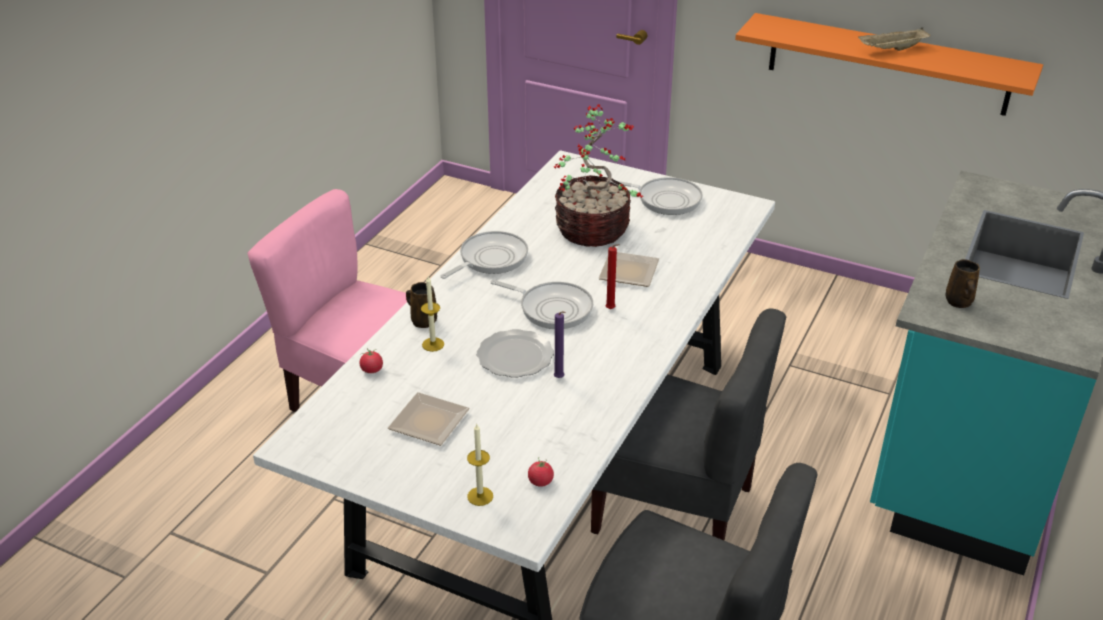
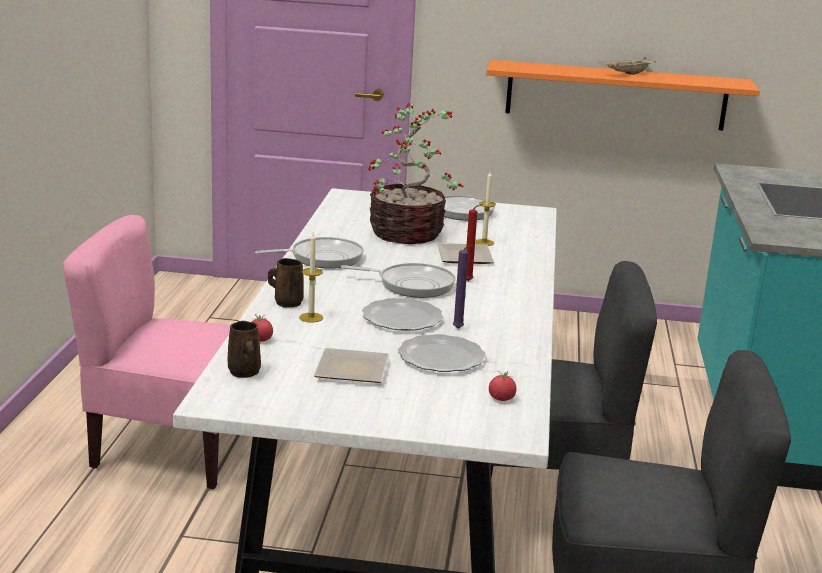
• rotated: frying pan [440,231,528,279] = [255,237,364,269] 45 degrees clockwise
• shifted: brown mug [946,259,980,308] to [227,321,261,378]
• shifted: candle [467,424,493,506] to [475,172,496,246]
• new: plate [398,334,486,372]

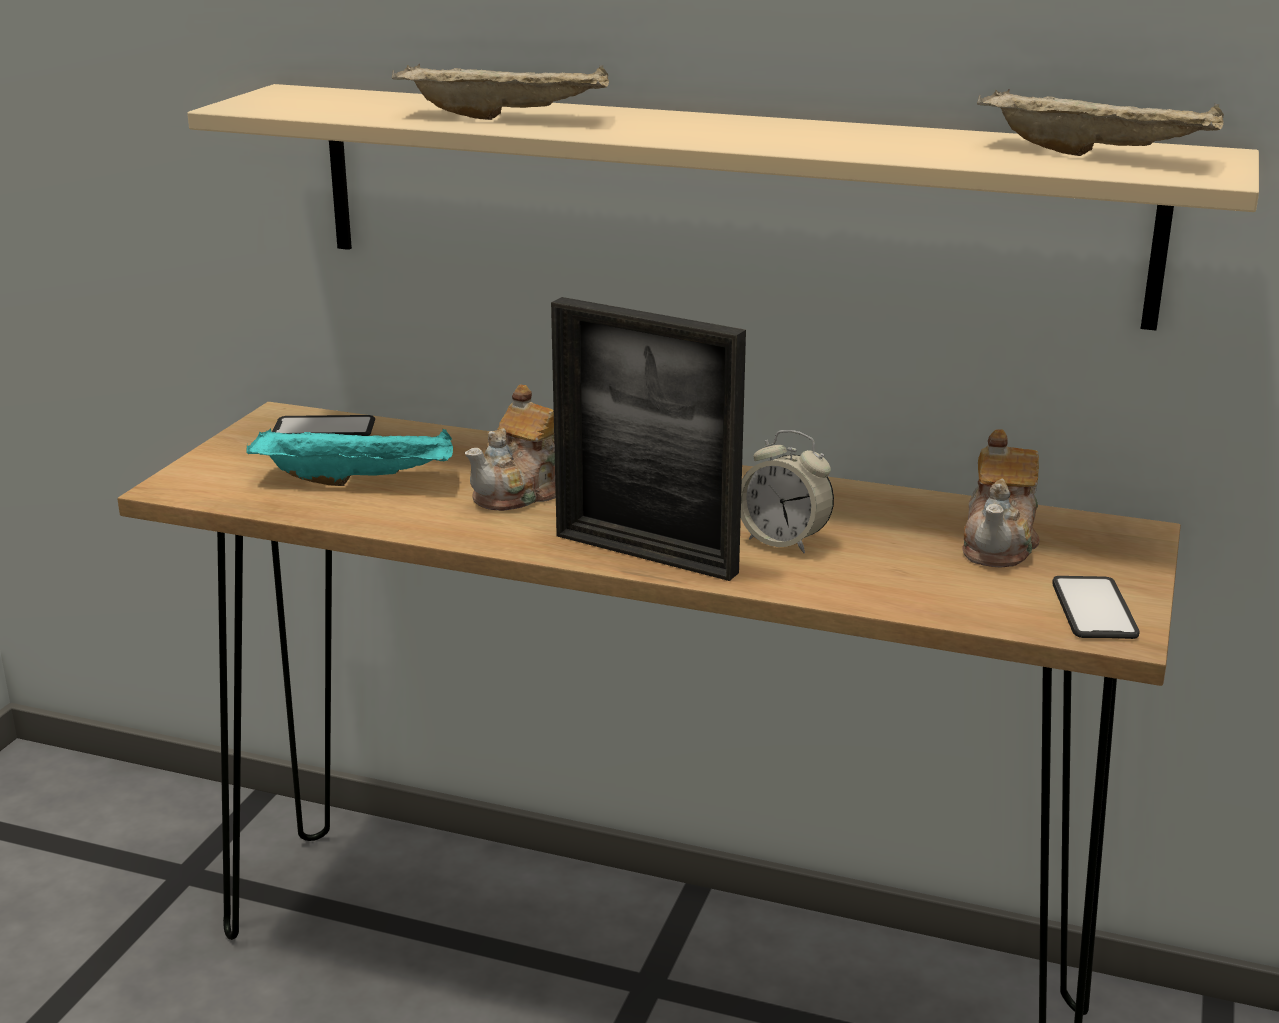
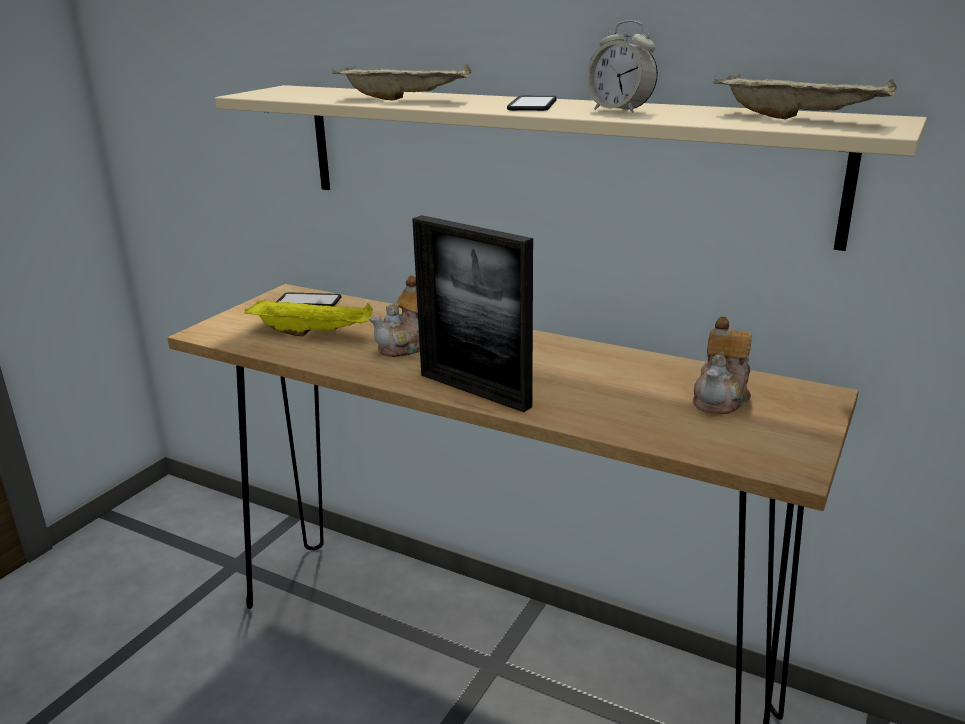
• repainted: turquoise tray [246,428,453,486] to yellow tray [244,299,373,337]
• shifted: alarm clock [741,430,834,553] to [586,20,658,113]
• shifted: phone [1052,576,1139,639] to [507,96,557,111]

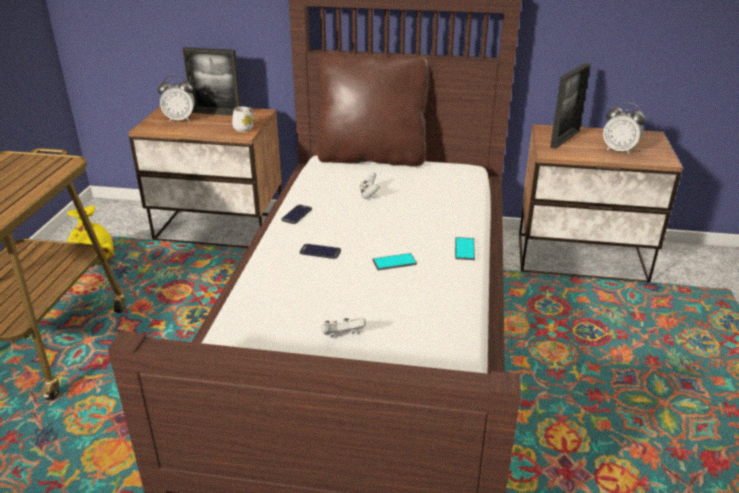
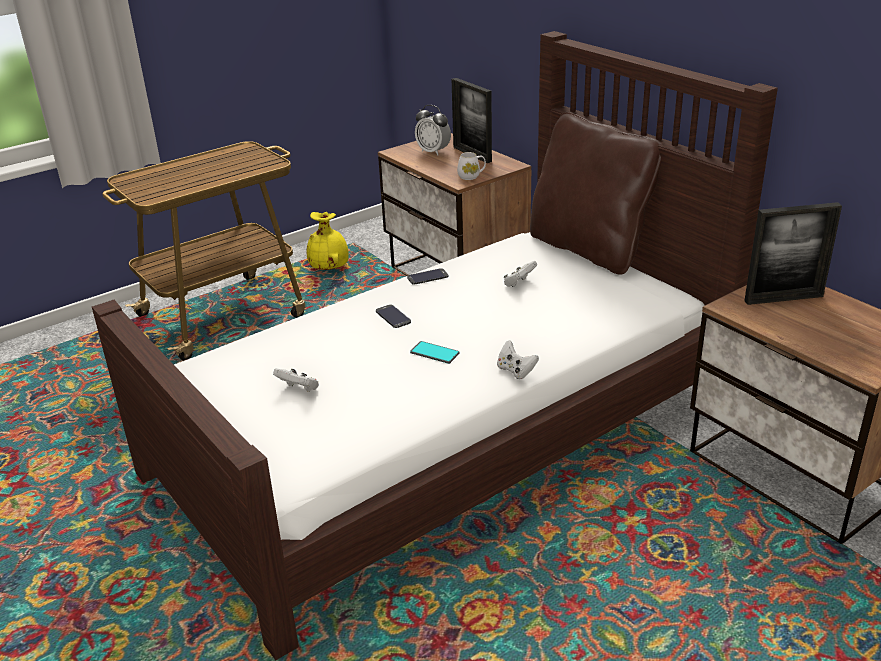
• gone: alarm clock [603,102,646,155]
• swapped: phone [455,237,475,260] to white game controller [497,340,539,379]

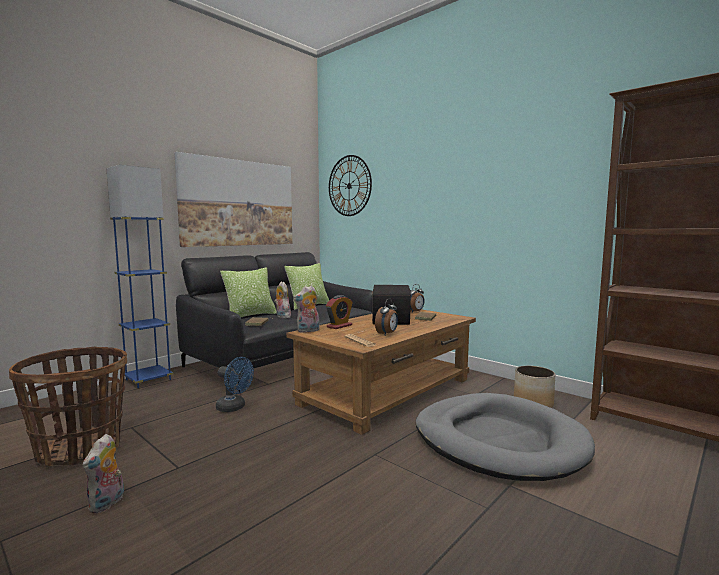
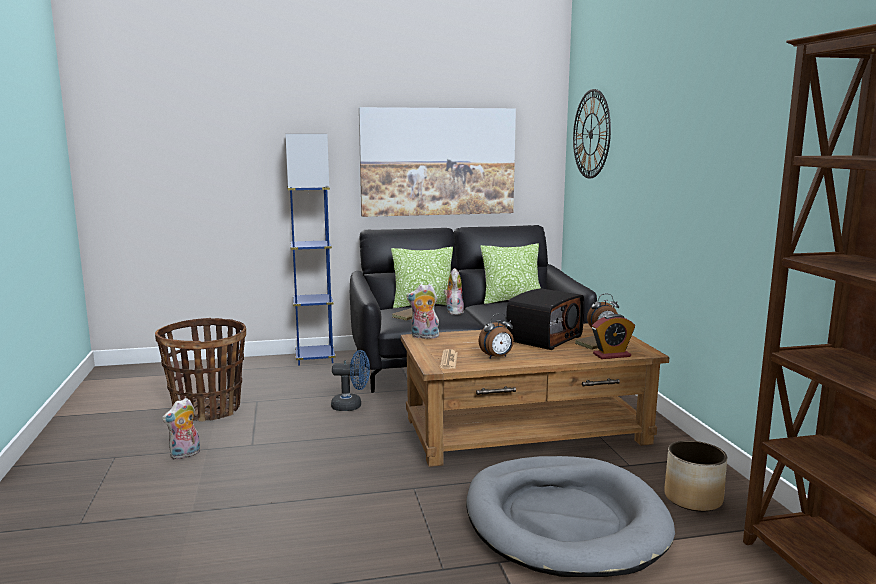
• shifted: alarm clock [326,295,353,329] to [592,314,635,359]
• rotated: blue fan [216,357,254,412] = [331,350,370,411] 60 degrees counterclockwise

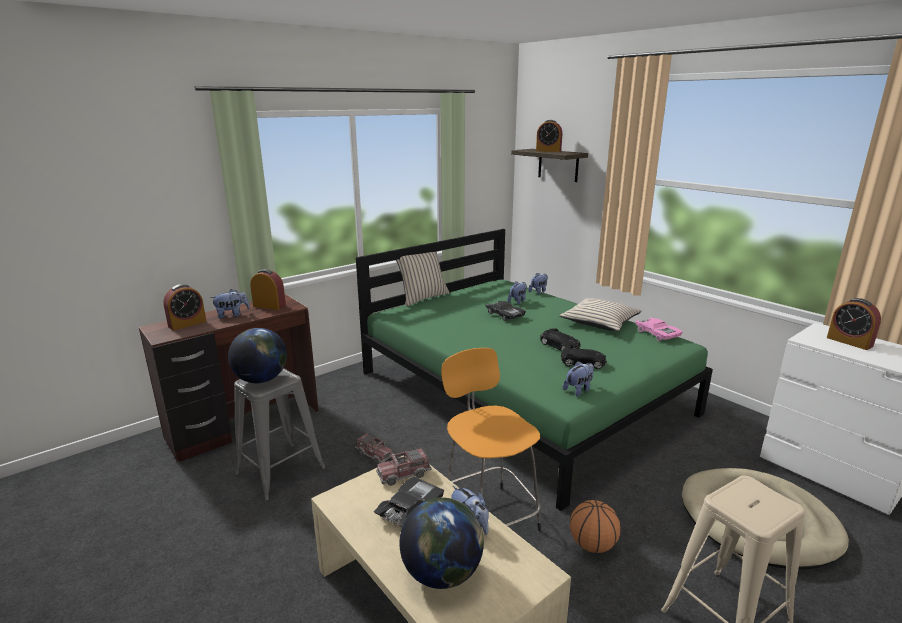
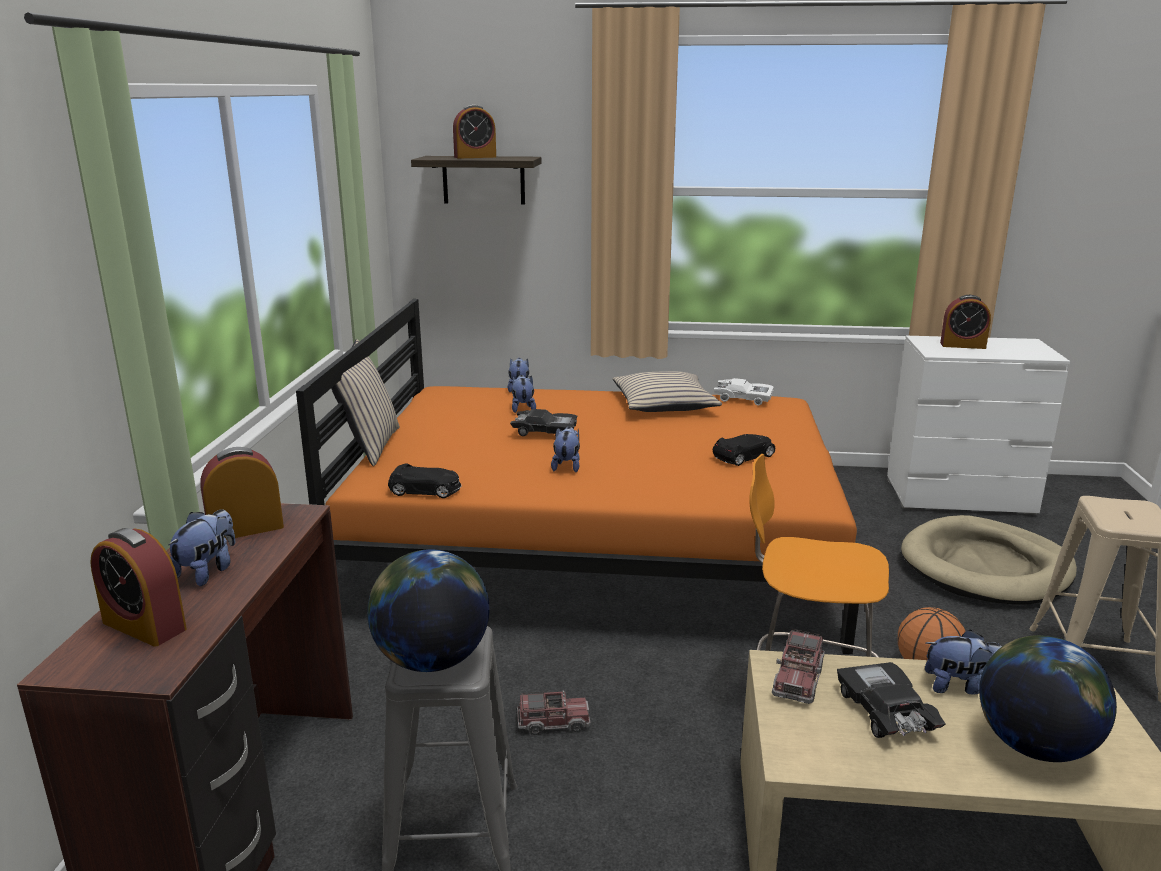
• repainted: green bed [356,229,713,511] to orange bed [296,299,859,654]
• rotated: alarm clock [163,284,207,331] = [90,528,187,647] 120 degrees clockwise
• repainted: pink toy car [635,318,683,341] to white toy car [713,378,774,405]
• shifted: black toy car [540,328,581,351] to [388,463,462,498]
• shifted: plush toy [563,361,594,396] to [551,426,580,472]

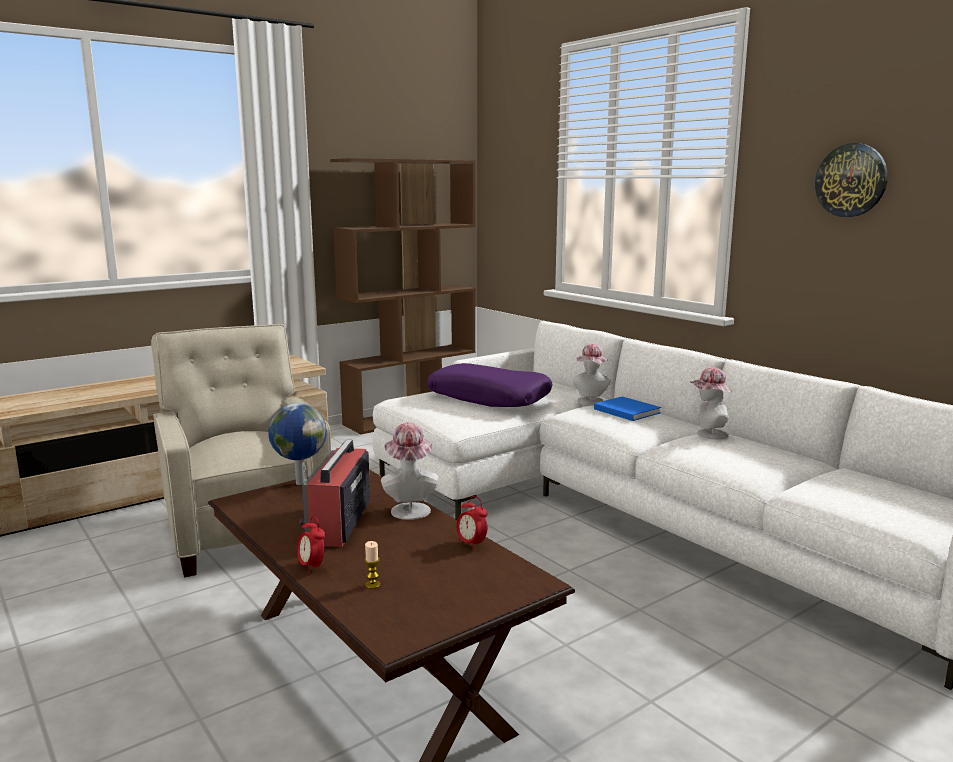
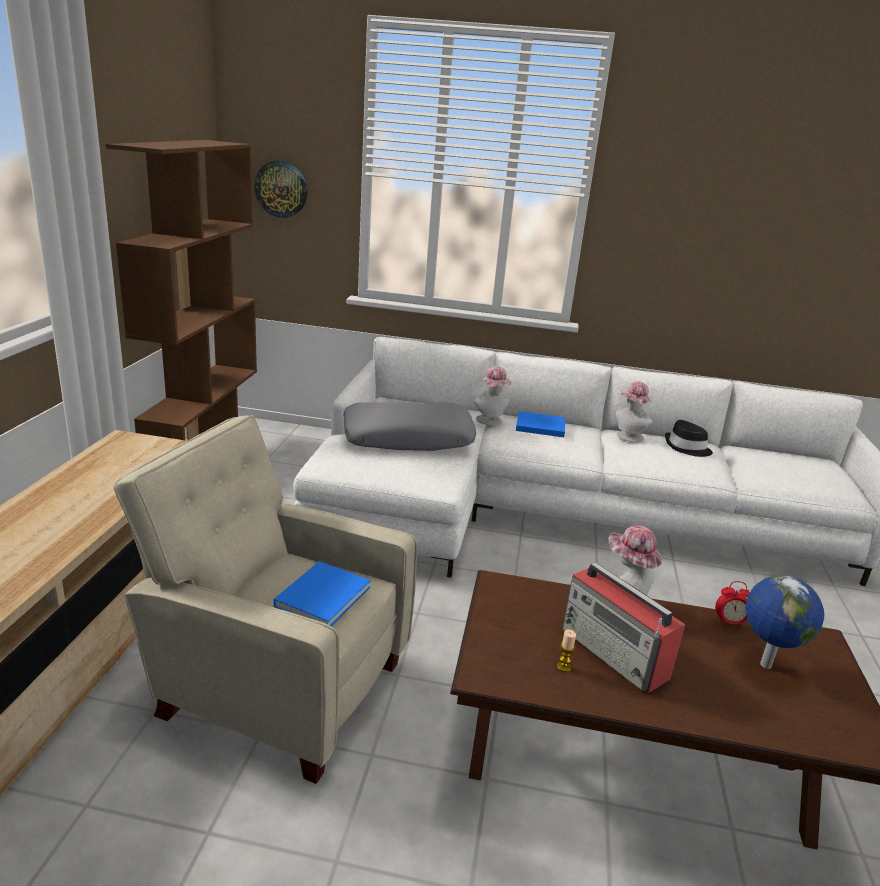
• shifted: wall clock [815,143,888,217] to [254,160,307,218]
• repainted: purple pillow [427,363,553,407] to grey pillow [343,402,476,451]
• shifted: globe [268,403,327,485] to [746,575,824,669]
• gone: alarm clock [297,516,325,574]
• shifted: candle [364,541,381,589] to [557,629,576,672]
• new: black hat [665,420,713,457]
• new: blue book [274,561,371,626]

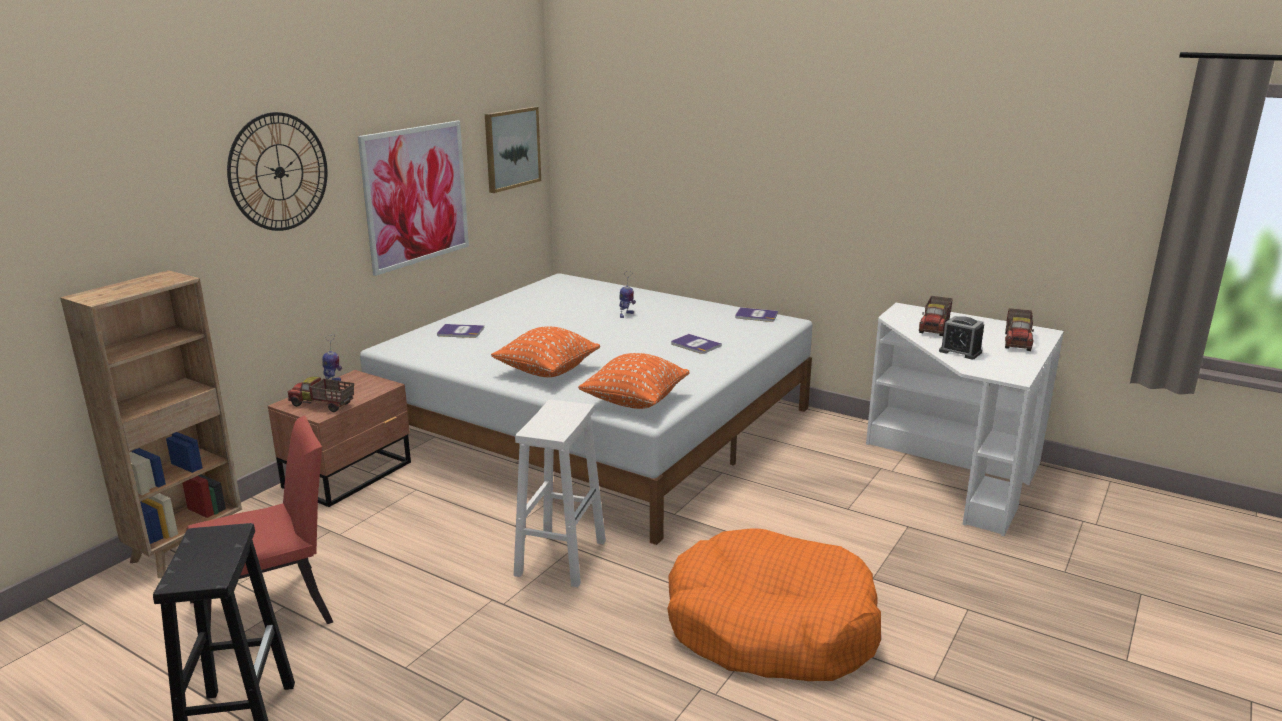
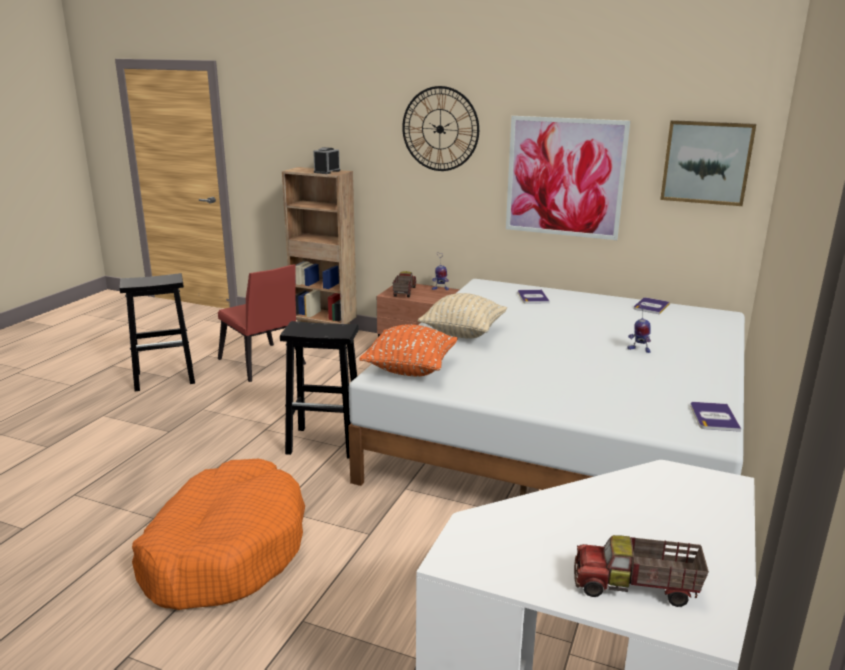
• gone: toy truck [919,296,953,336]
• shifted: alarm clock [939,316,984,359] to [313,147,340,174]
• repainted: orange pillow [491,326,600,377] to beige pillow [418,293,507,339]
• shifted: book [671,334,722,354] to [634,298,670,314]
• repainted: white stool [514,400,606,587] to black stool [280,321,359,459]

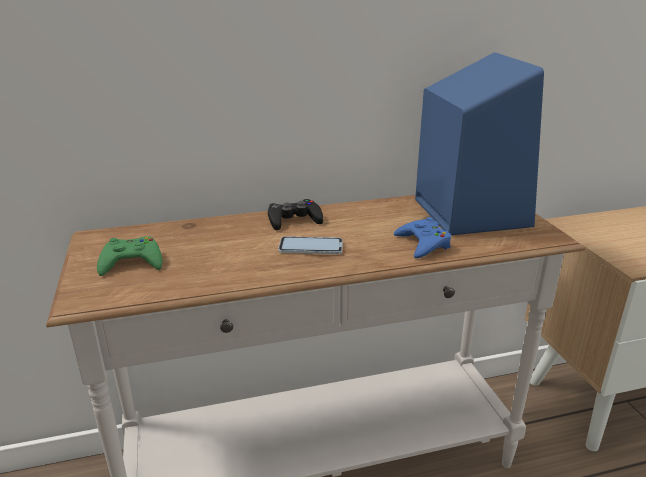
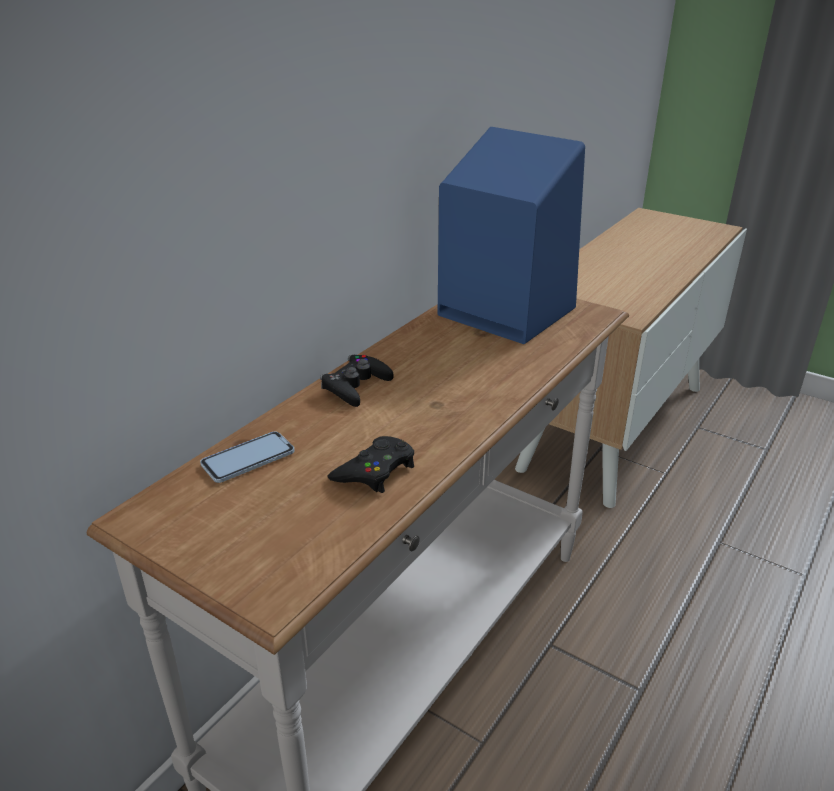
• gone: blue game controller [394,217,451,258]
• gone: green game controller [97,236,163,276]
• shifted: phone [278,237,343,254] to [200,432,295,483]
• new: black game controller [328,436,414,493]

